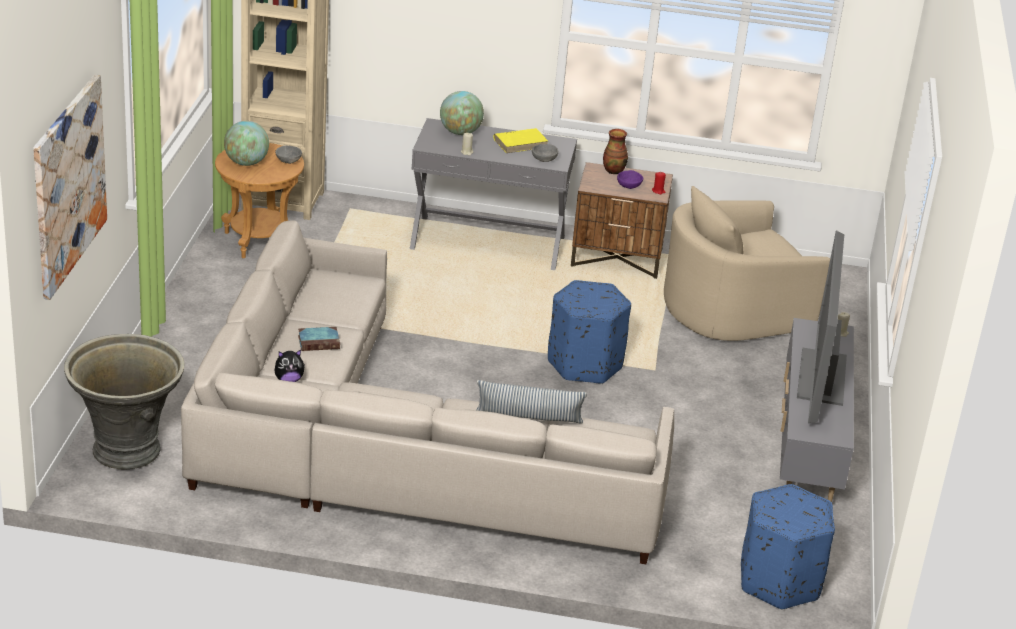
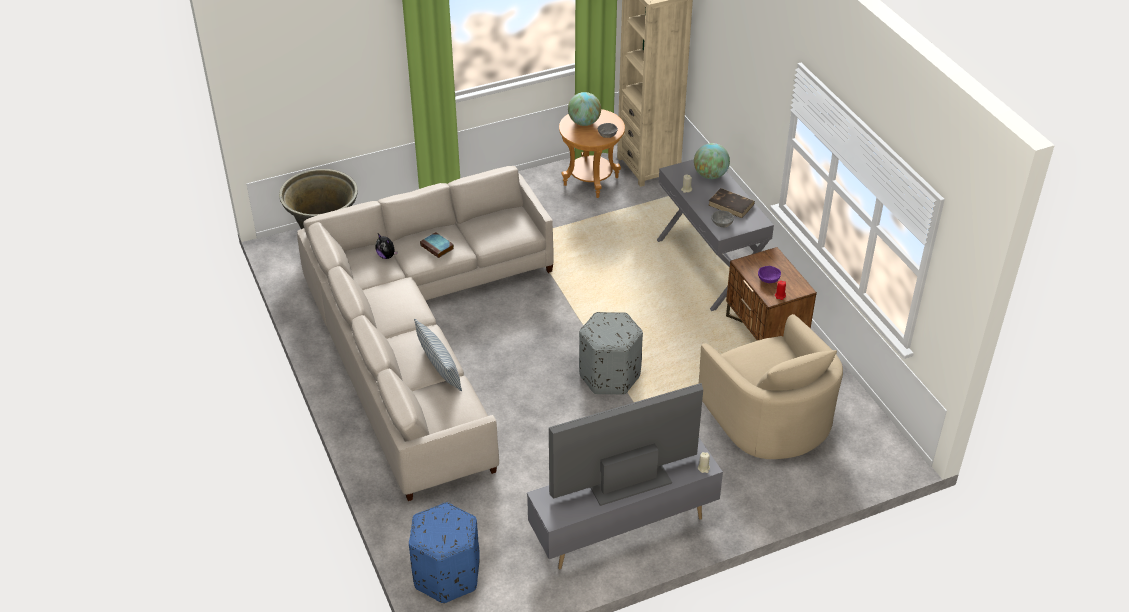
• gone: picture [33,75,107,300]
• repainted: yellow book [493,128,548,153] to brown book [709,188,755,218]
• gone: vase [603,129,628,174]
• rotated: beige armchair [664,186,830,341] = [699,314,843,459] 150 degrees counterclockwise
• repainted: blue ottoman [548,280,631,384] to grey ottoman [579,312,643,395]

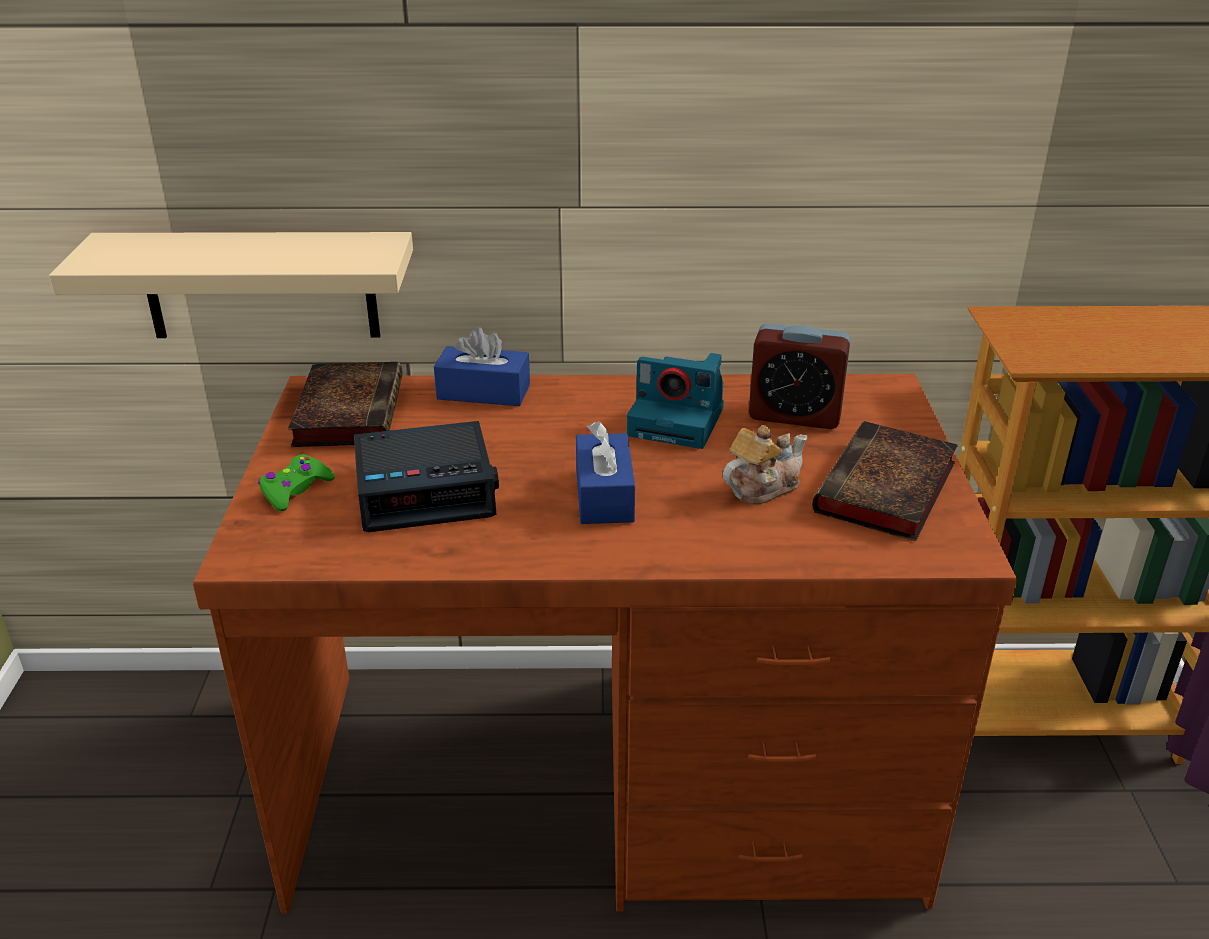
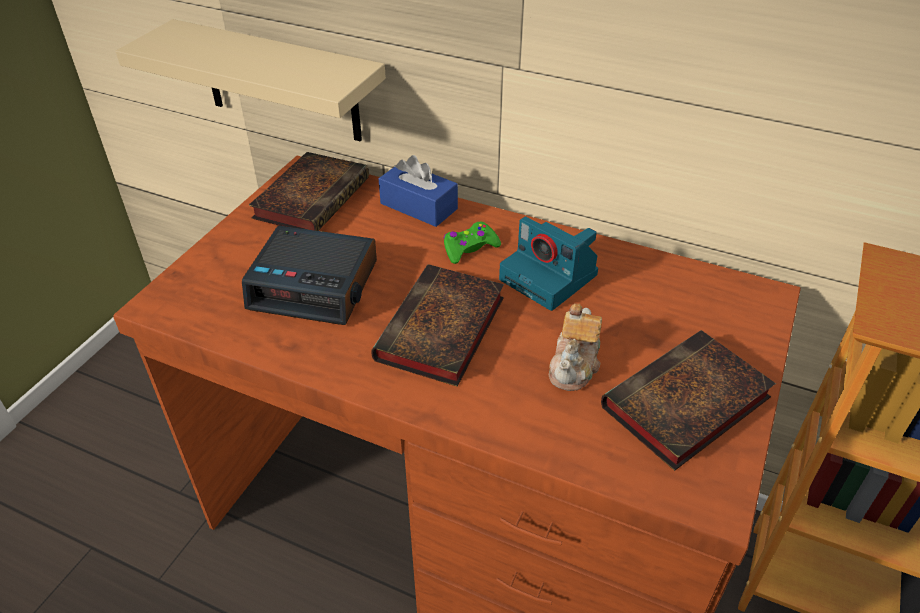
• gone: alarm clock [749,323,851,429]
• swapped: blue tissue box [576,421,635,524] to book [371,264,504,387]
• rotated: teapot [723,425,807,504] = [549,304,602,391] 120 degrees clockwise
• shifted: green game controller [258,454,335,511] to [444,222,501,264]

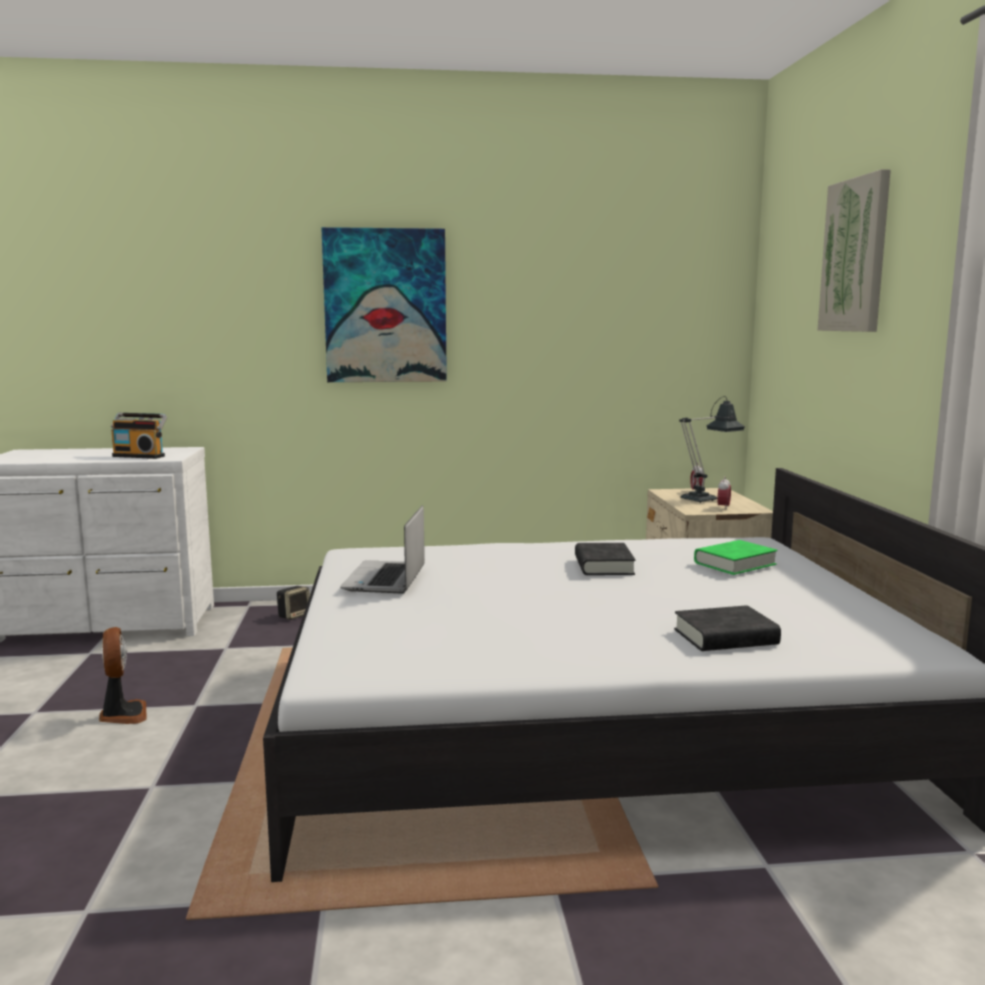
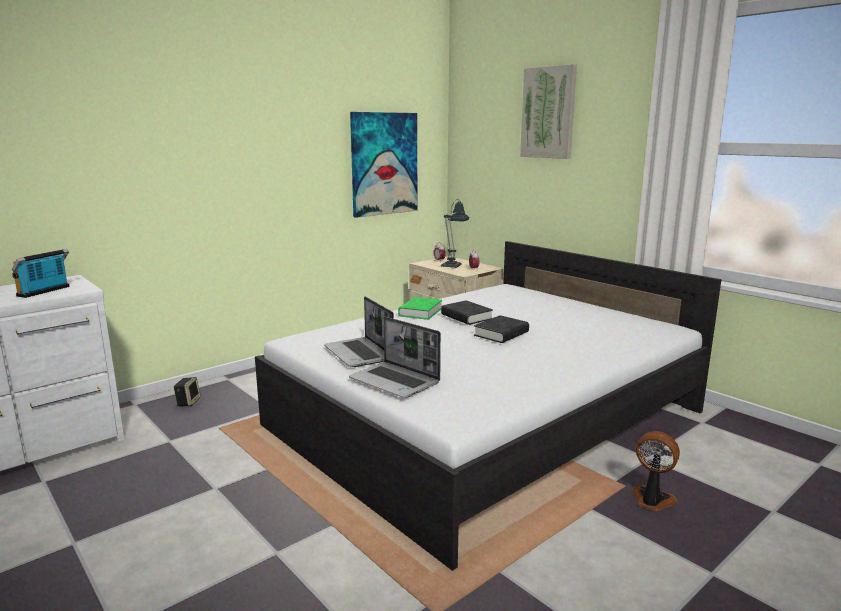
• shifted: picture [321,227,447,382] to [350,112,417,218]
• rotated: radio [111,413,167,459] = [12,249,70,298] 135 degrees clockwise
• shifted: green book [694,540,778,575] to [398,297,442,320]
• shifted: black book [674,605,781,651] to [474,315,529,343]
• shifted: fan [99,627,147,724] to [633,431,680,511]
• new: laptop [349,317,441,398]

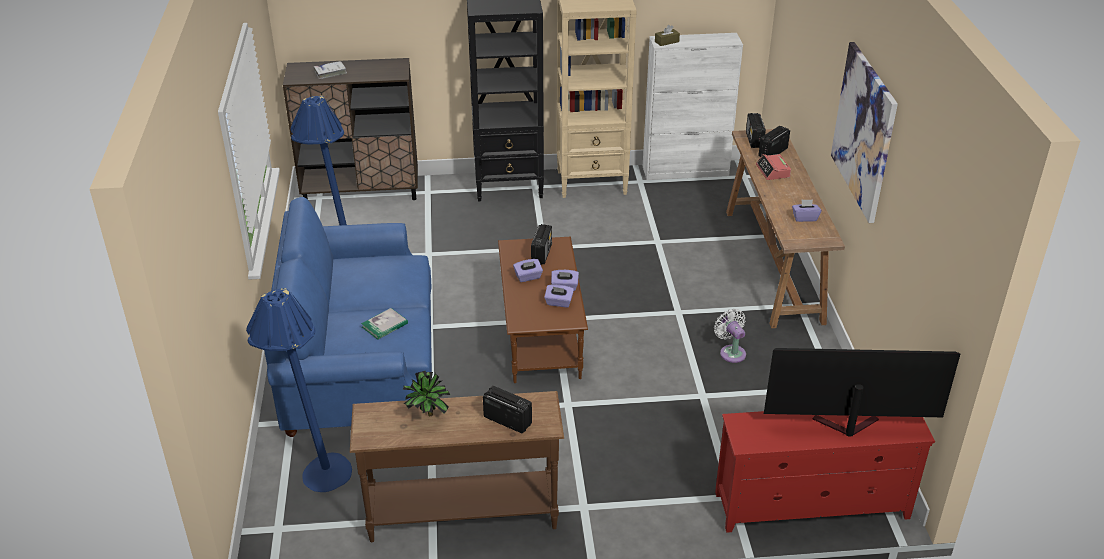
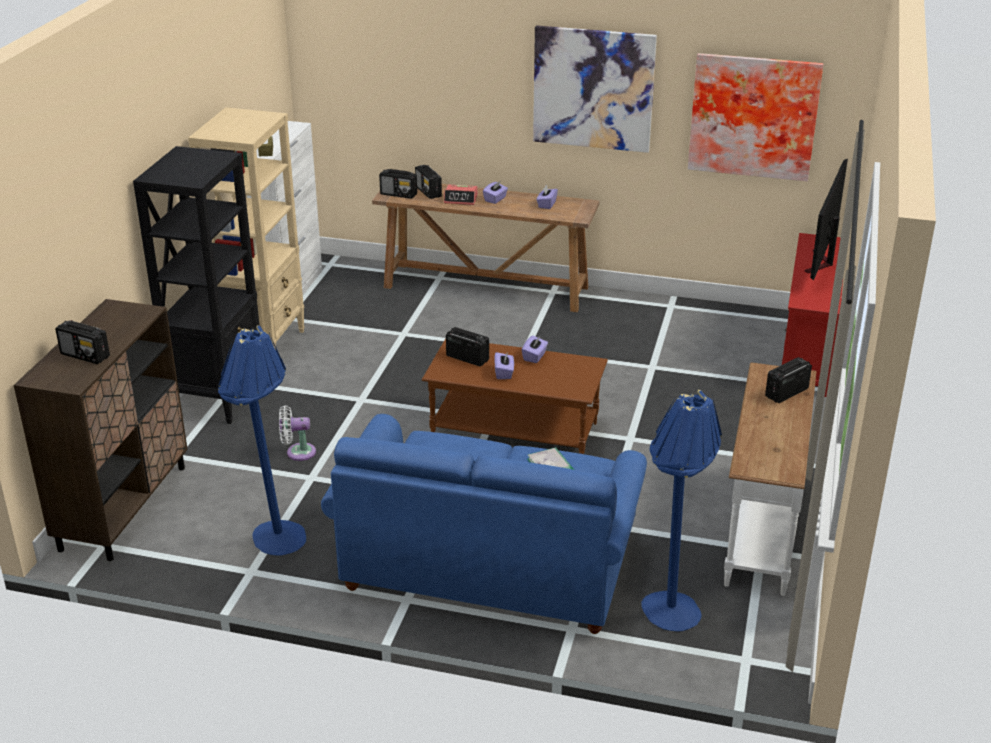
• swapped: white book [314,61,347,79] to radio [55,320,110,364]
• shifted: purple tissue box [544,284,574,307] to [483,181,508,204]
• shifted: white fan [714,309,746,363] to [279,405,316,461]
• gone: potted plant [403,371,450,416]
• repainted: brown console table [350,391,564,543] to white console table [724,363,817,596]
• new: picture [688,53,823,181]

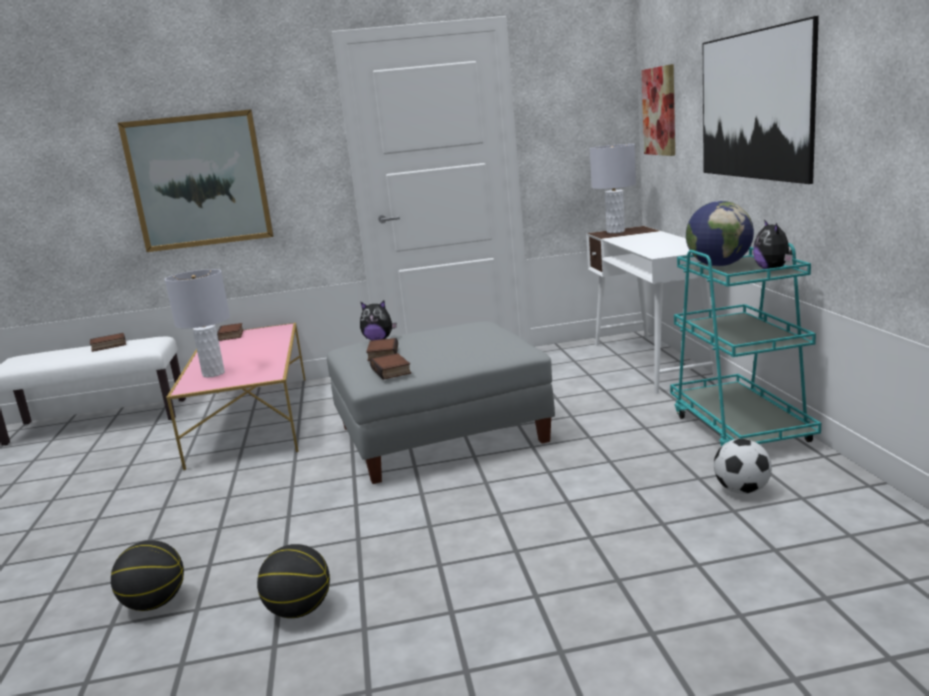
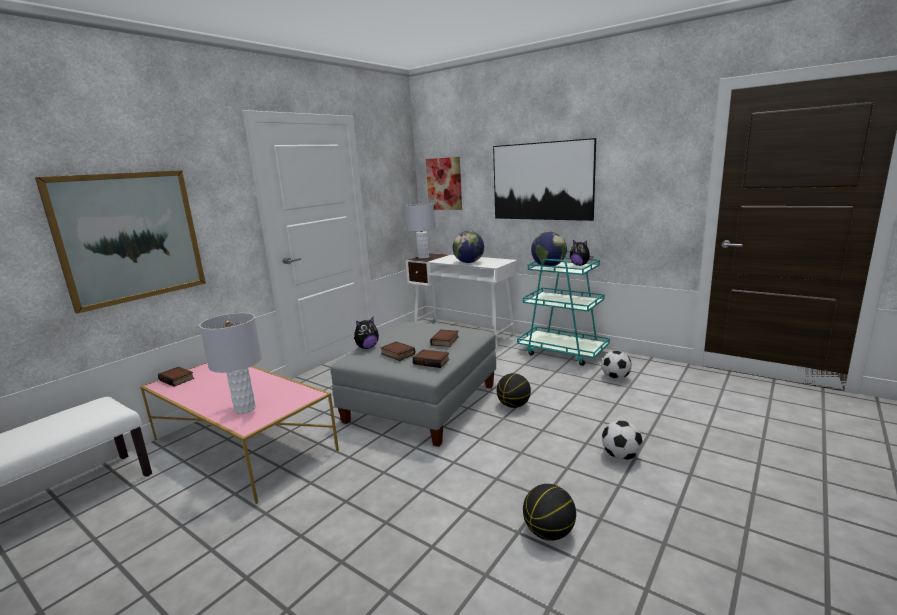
• shifted: book [90,333,126,352] to [430,330,459,347]
• shifted: basketball [111,540,184,611] to [496,373,531,408]
• new: globe [453,231,484,263]
• new: football [602,420,643,460]

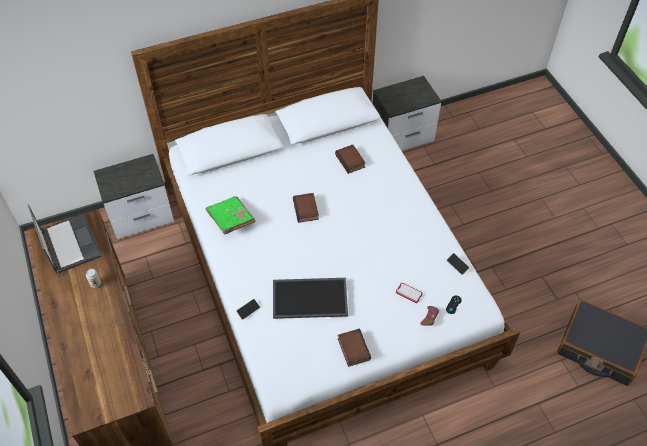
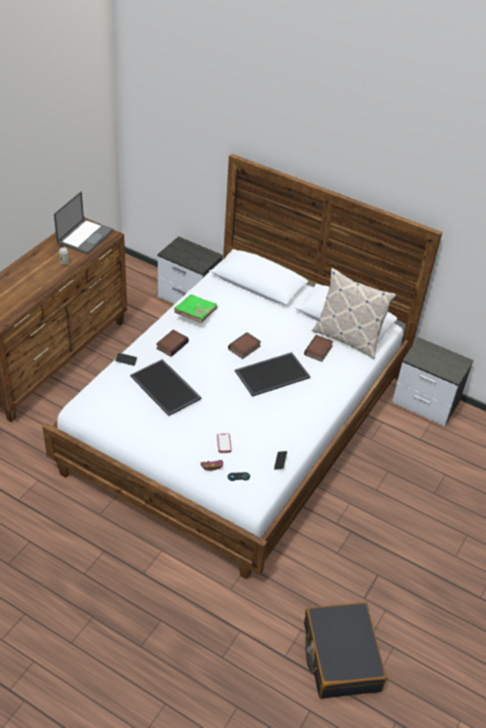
• shifted: book [338,329,371,367] to [156,330,189,357]
• new: pillow [312,268,396,359]
• new: tray [235,352,311,397]

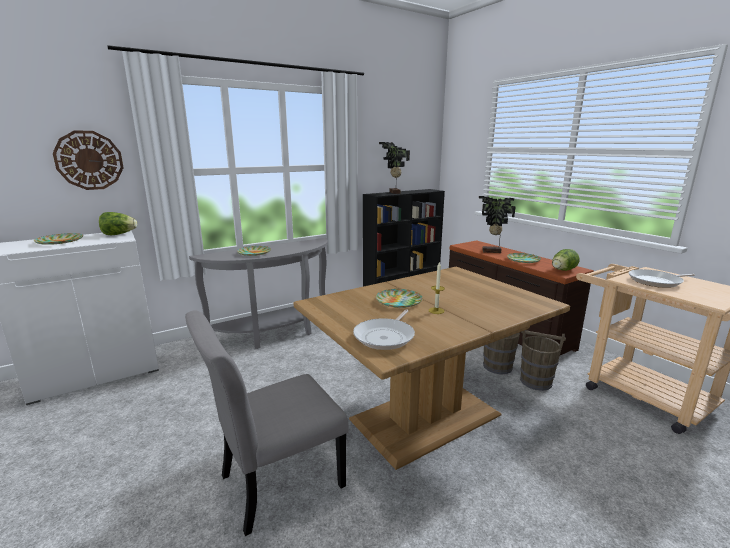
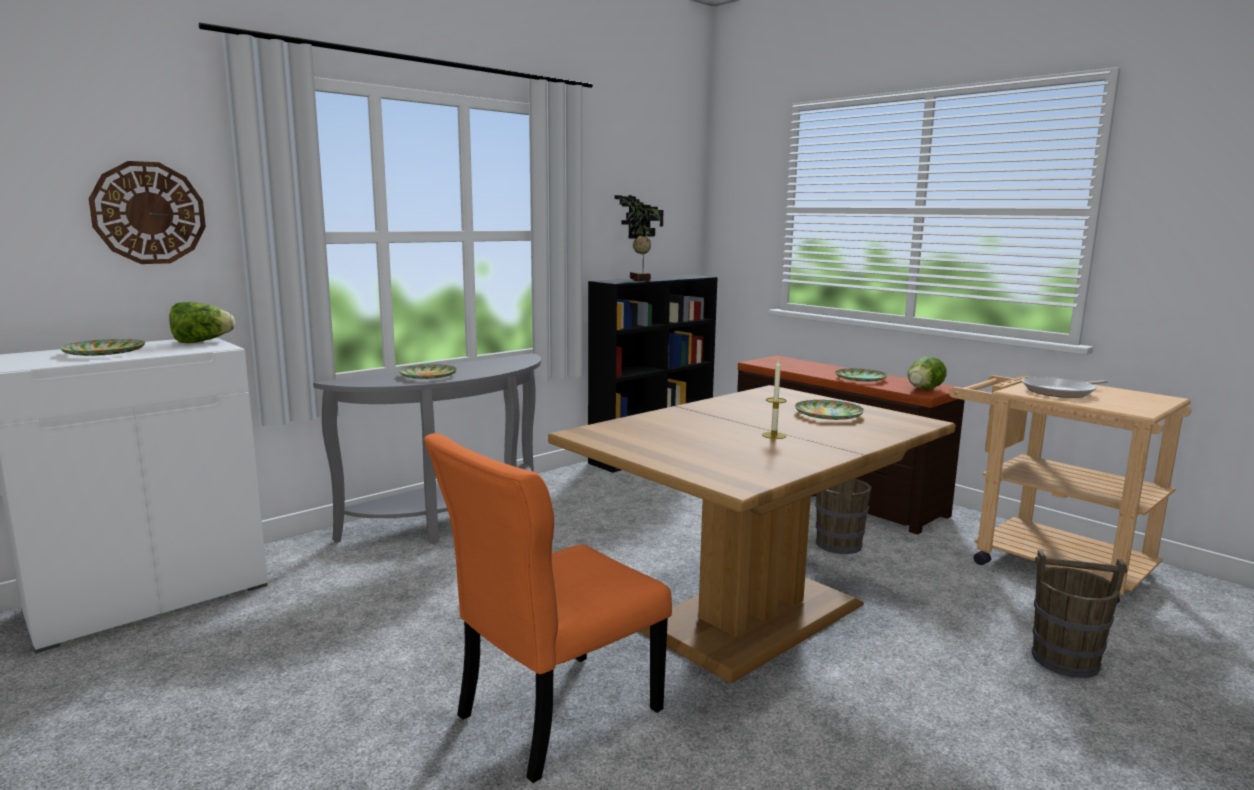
• gone: potted plant [479,196,516,253]
• shifted: plate [376,289,423,308] to [795,400,864,420]
• gone: frying pan [353,309,415,350]
• repainted: grey chair [185,310,349,536] to orange chair [424,433,672,783]
• shifted: brown bucket [520,330,566,391] to [1032,550,1127,678]

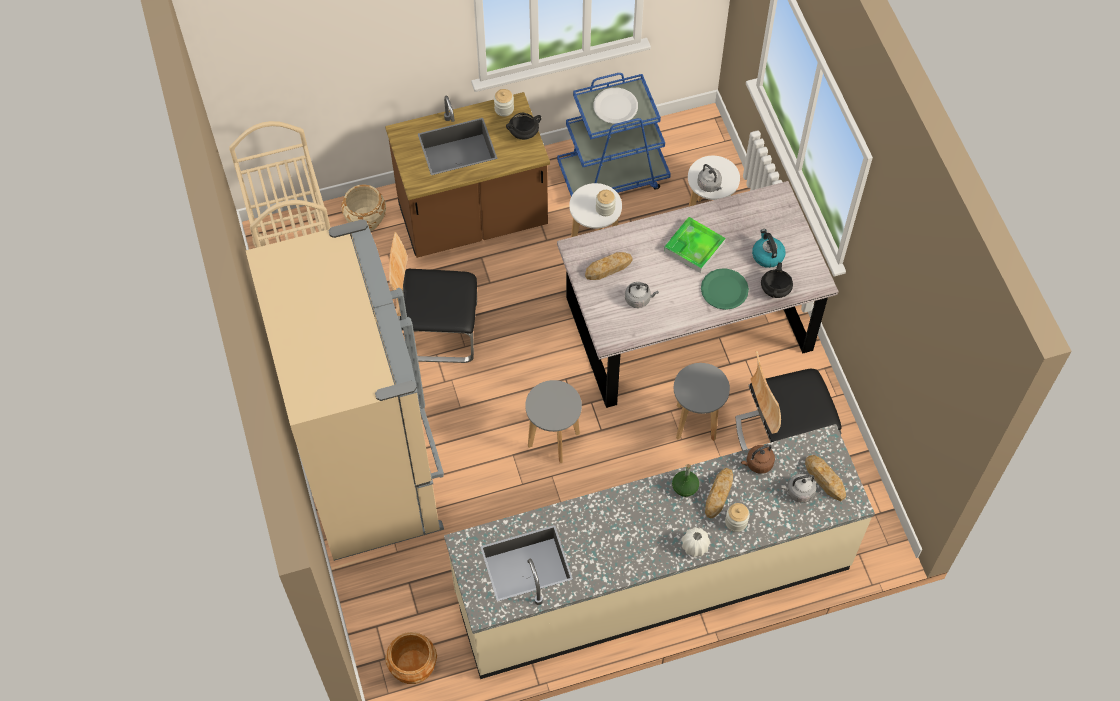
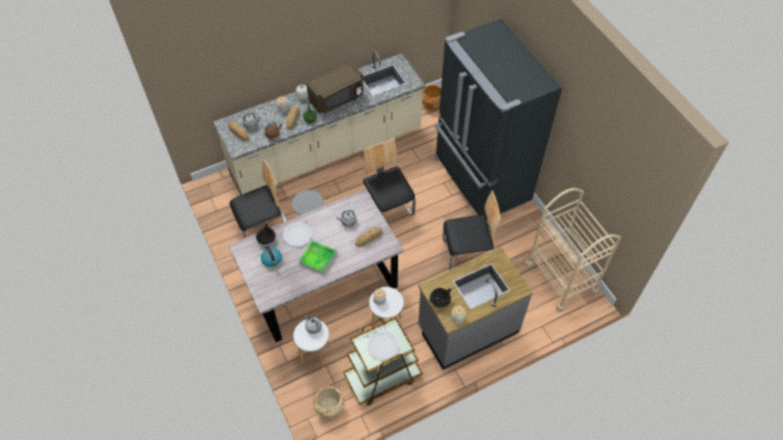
• repainted: blue cart [557,73,671,196] to brown cart [343,316,423,406]
• repainted: brown counter [385,92,550,258] to grey counter [418,247,533,370]
• shifted: beige planter [341,184,386,231] to [313,386,345,418]
• repainted: beige fridge [245,219,444,561] to black fridge [434,18,562,220]
• repainted: green plate [701,268,749,310] to white plate [283,222,312,247]
• swapped: grey stool [525,380,582,463] to chair [363,139,416,216]
• new: brown microwave [306,62,364,114]

